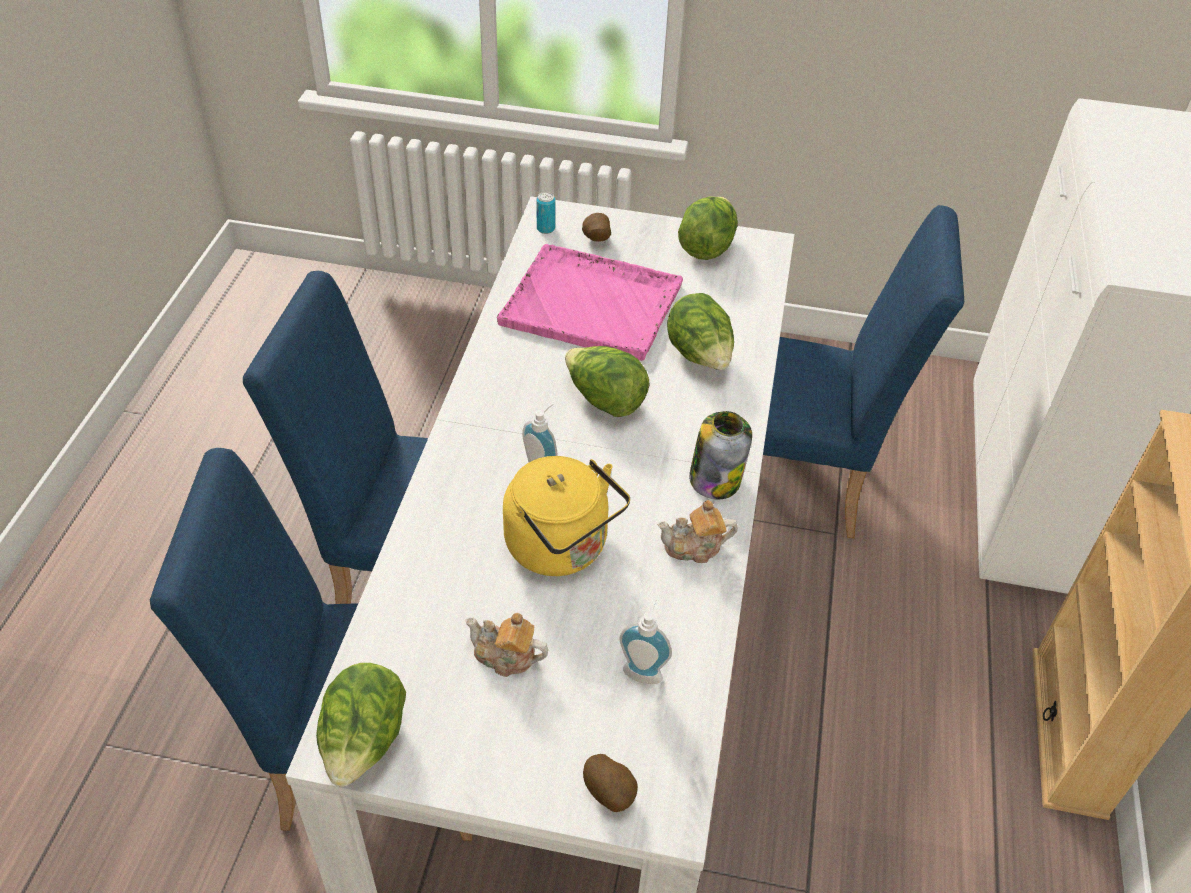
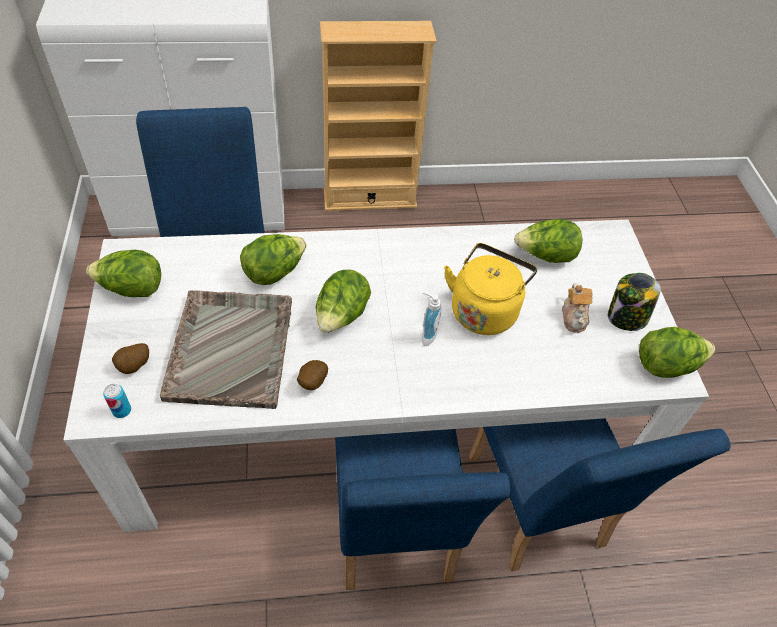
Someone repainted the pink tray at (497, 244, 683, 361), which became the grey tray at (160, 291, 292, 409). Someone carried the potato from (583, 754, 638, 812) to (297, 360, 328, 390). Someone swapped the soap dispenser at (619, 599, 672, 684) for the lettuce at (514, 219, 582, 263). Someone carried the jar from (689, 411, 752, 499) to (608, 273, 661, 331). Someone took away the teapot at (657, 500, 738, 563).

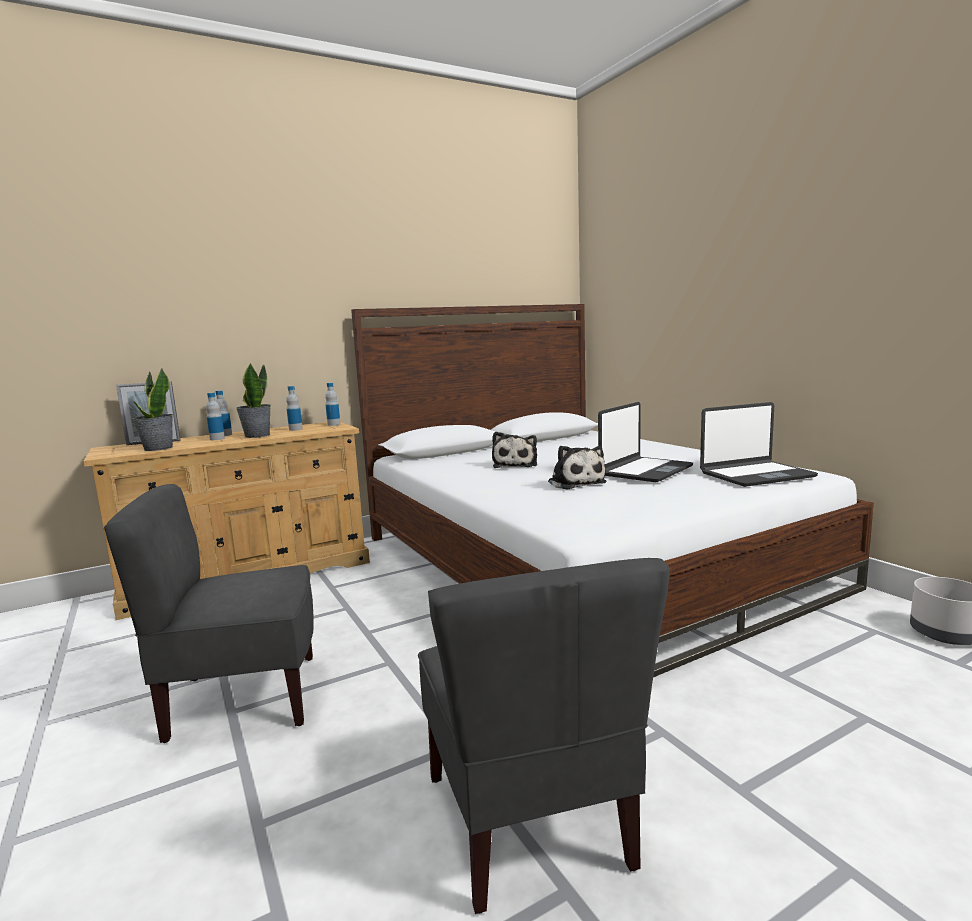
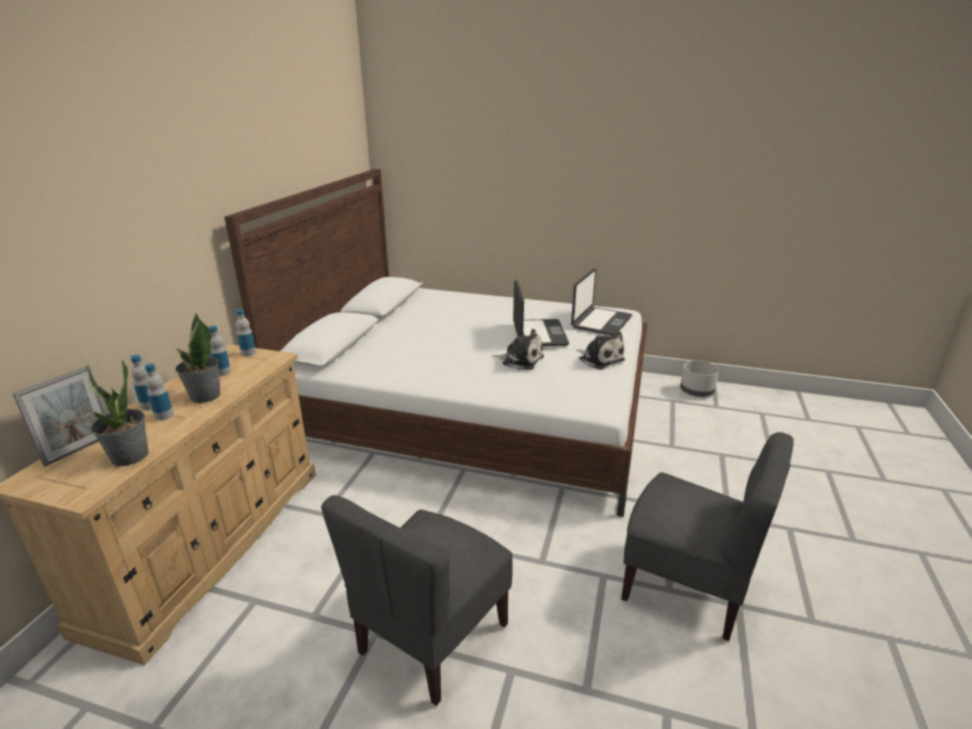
Someone carried the plush toy from (492, 432, 537, 468) to (576, 331, 625, 370).

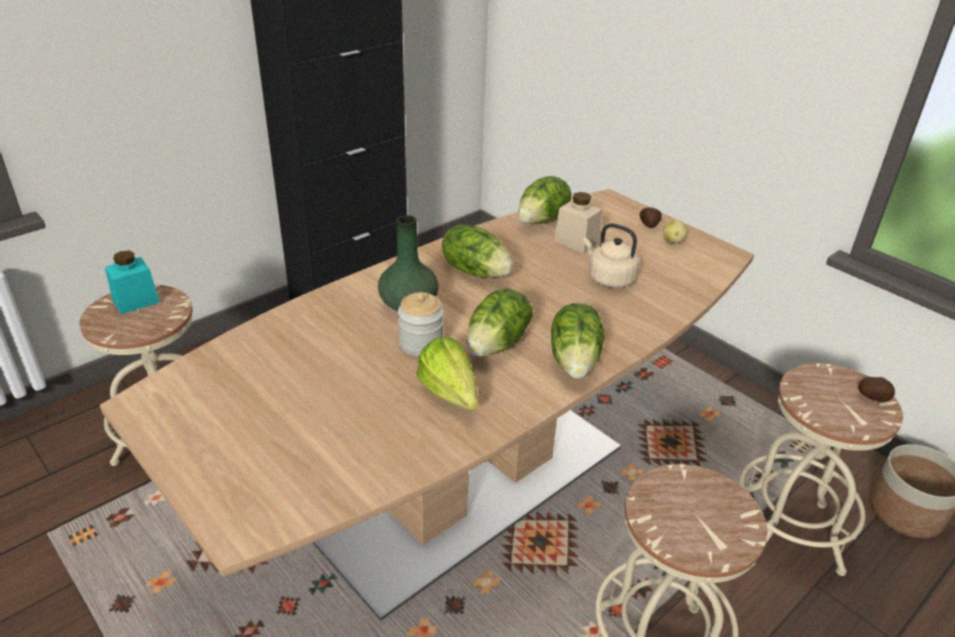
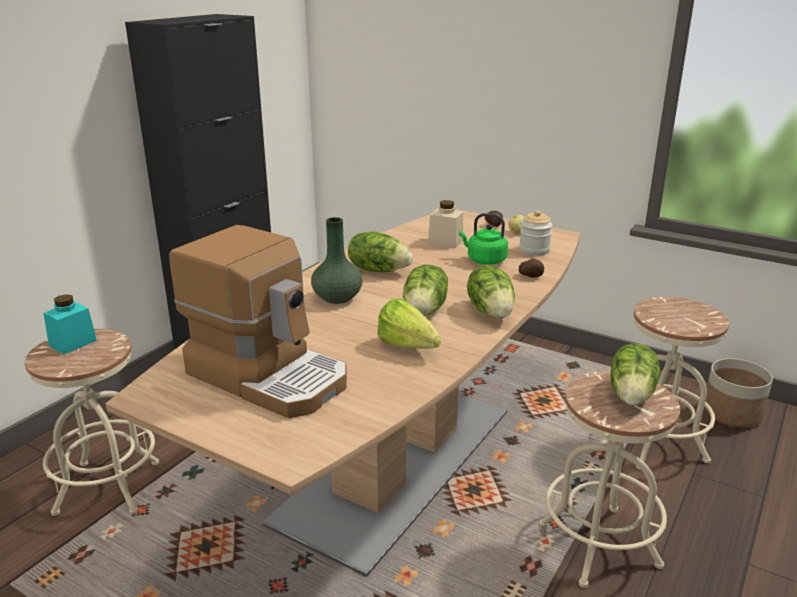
Someone put down the coffee machine at (169, 225, 347, 418). Someone repainted the beige kettle at (583, 223, 639, 288), which became the green kettle at (459, 213, 508, 265). Someone carried the jar from (398, 292, 444, 357) to (519, 210, 553, 255). Someone carried the potato from (858, 377, 895, 402) to (519, 259, 544, 278). Someone carried the lettuce from (518, 176, 571, 224) to (610, 343, 660, 405).

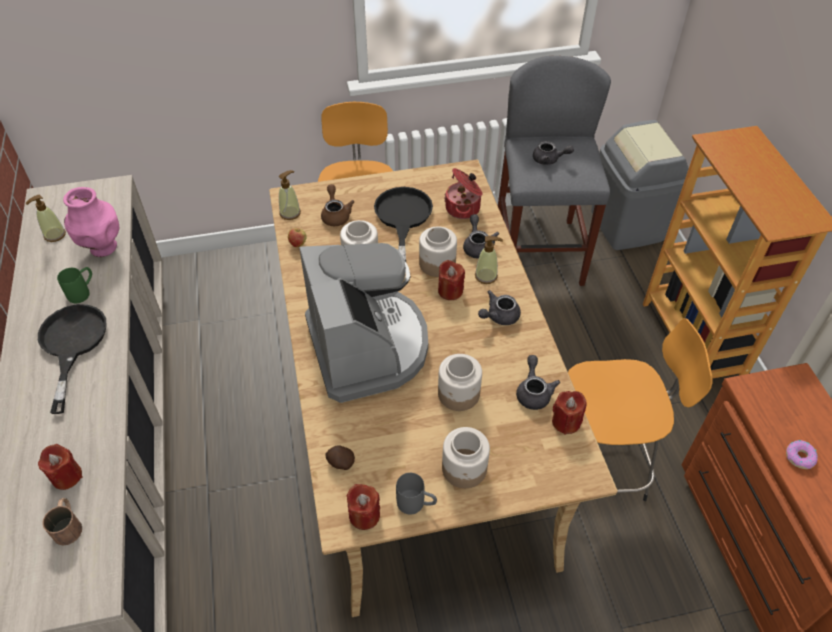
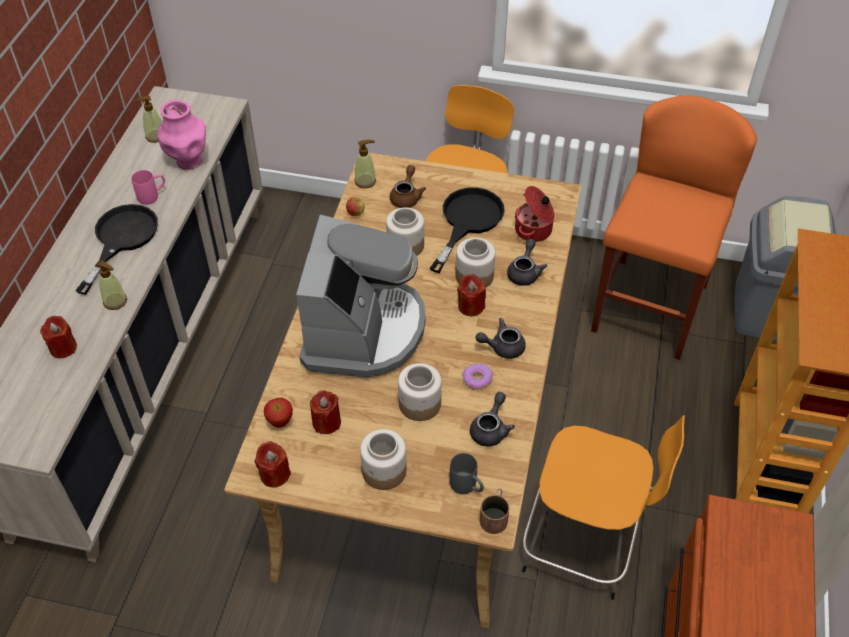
Someone carried the soap dispenser from (475, 236, 503, 284) to (96, 261, 127, 310). Someone repainted the green mug at (57, 267, 92, 303), which became the pink mug at (131, 170, 165, 205). Someone swapped the potato at (326, 446, 355, 470) for the apple at (264, 397, 293, 428). Someone carried the red candle from (552, 391, 587, 435) to (310, 391, 341, 434). Someone carried the grey mug from (396, 473, 437, 515) to (450, 453, 484, 494). Someone carried the donut from (786, 440, 818, 469) to (462, 363, 493, 390). Someone carried the brown mug from (42, 498, 82, 546) to (480, 488, 509, 534). Someone repainted the grey stool at (498, 56, 611, 286), which became the orange stool at (591, 96, 757, 360). Someone took away the grey teapot at (533, 141, 574, 165).

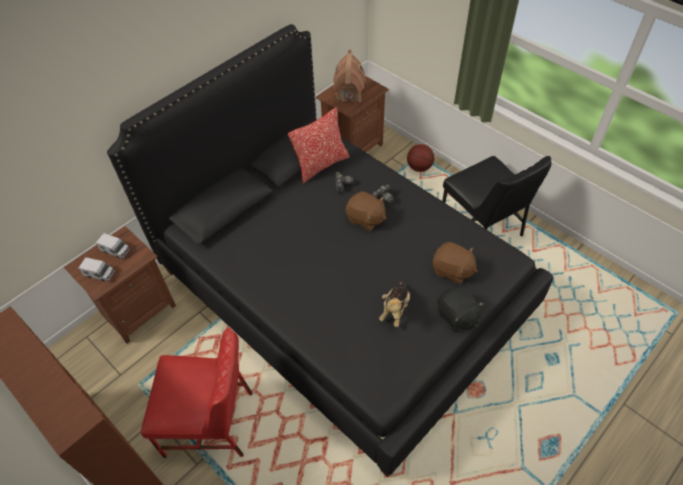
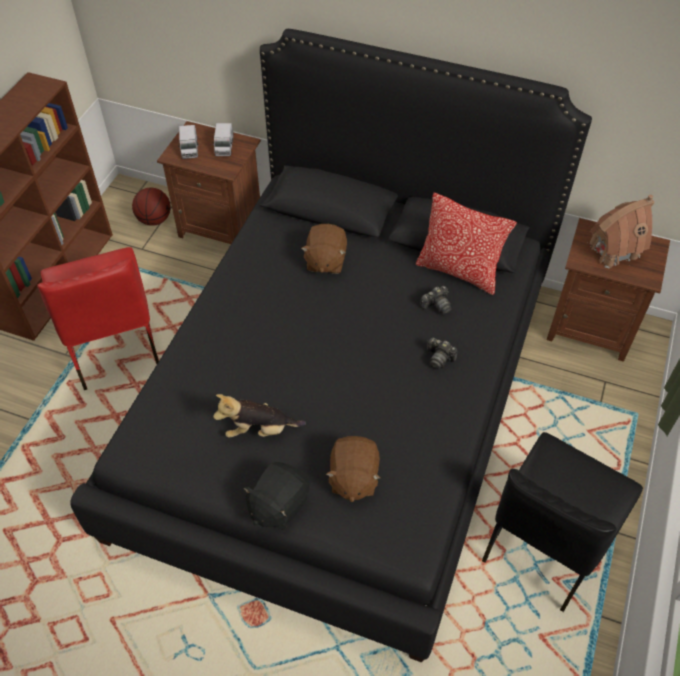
Someone carried the basketball from (407, 144, 434, 172) to (132, 188, 171, 226). Someone carried the brown plush toy from (346, 191, 386, 231) to (301, 224, 347, 274).

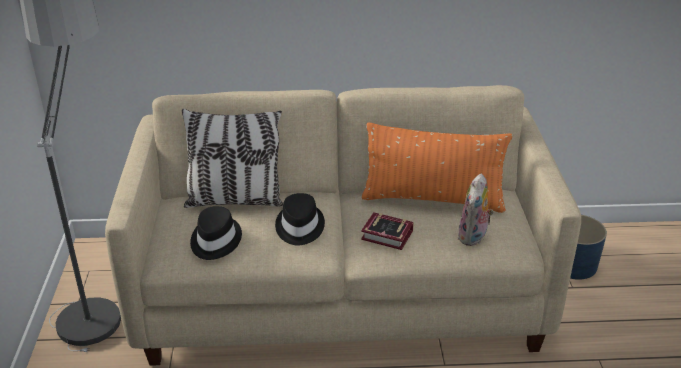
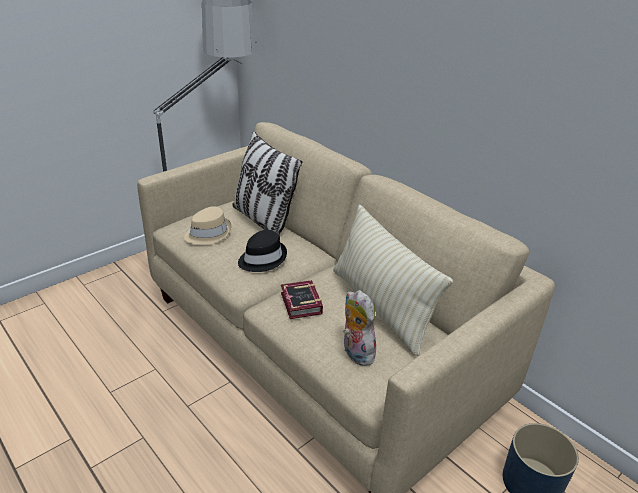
Someone repainted the black hat at (190, 206, 242, 260), which became the beige hat at (184, 206, 231, 245). Someone repainted the orange pillow at (361, 122, 512, 213), which became the beige pillow at (333, 205, 453, 356). Someone rotated the plush toy at (458, 173, 494, 246) by 75 degrees clockwise.

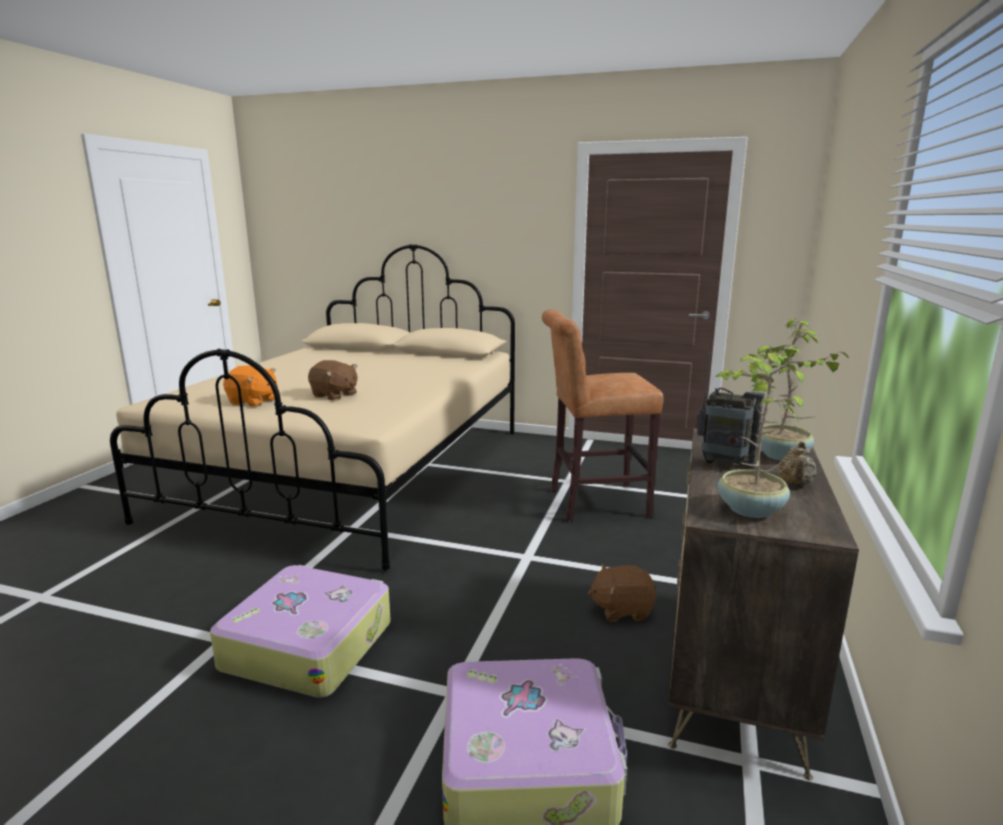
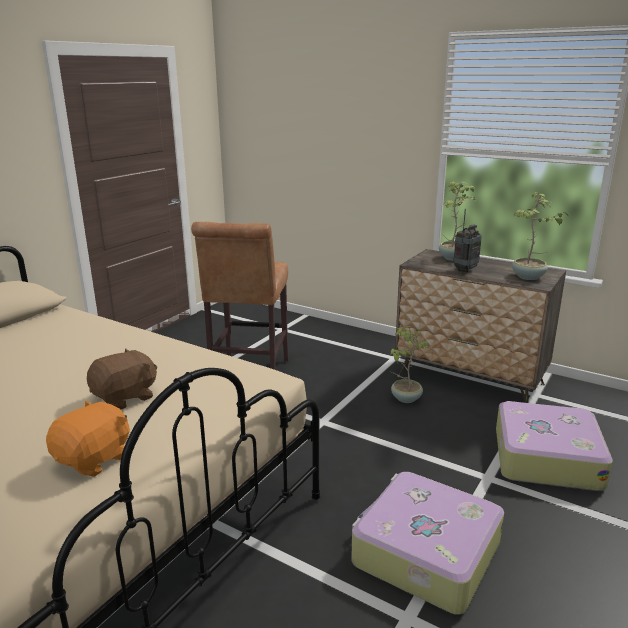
Someone swapped the brown plush toy at (588, 564, 656, 621) for the potted plant at (390, 326, 429, 403). Someone took away the beige teapot at (778, 441, 817, 486).

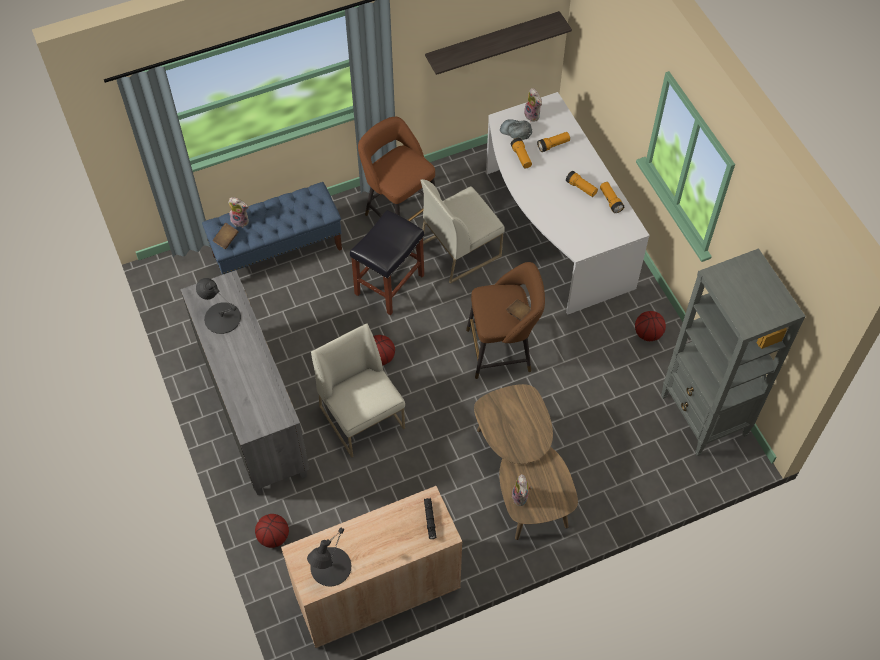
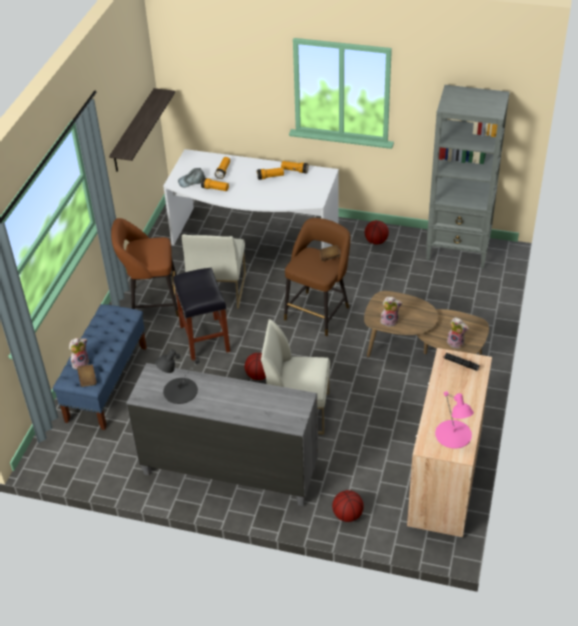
Someone carried the plush toy from (524, 88, 542, 122) to (381, 297, 402, 327). Someone repainted the black table lamp at (307, 528, 351, 586), which became the pink table lamp at (435, 391, 474, 449).

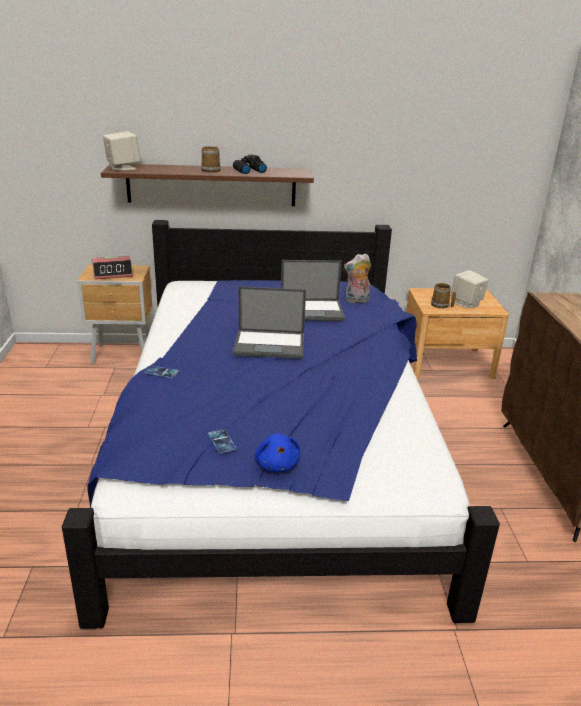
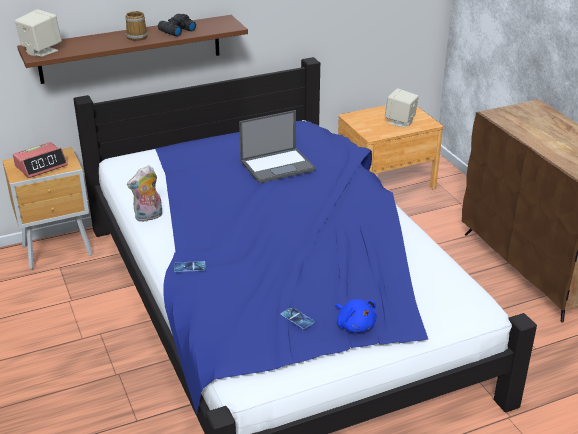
Someone carried the plush toy from (344, 253, 371, 303) to (127, 165, 162, 222). Someone took away the laptop at (233, 286, 306, 359). Someone took away the mug at (431, 283, 456, 308).

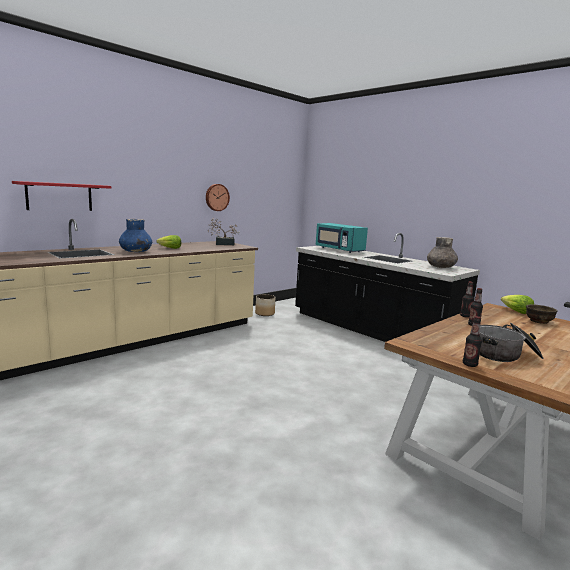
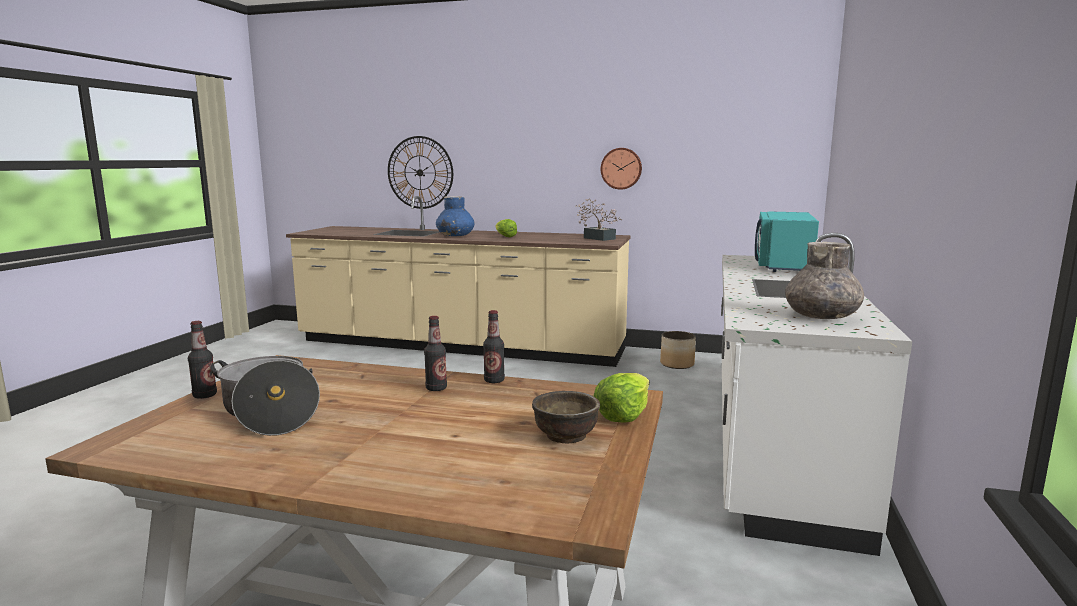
Someone swapped the red shelf at (12, 181, 111, 211) for the wall clock at (388, 136, 453, 209). Someone repainted the black counter at (295, 233, 480, 342), which became the white counter at (721, 233, 912, 556).

